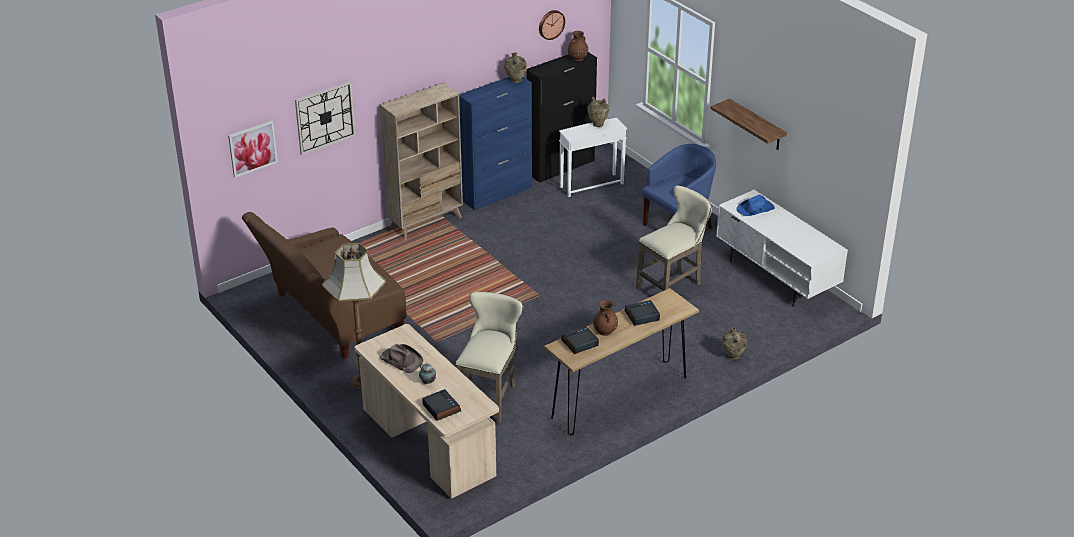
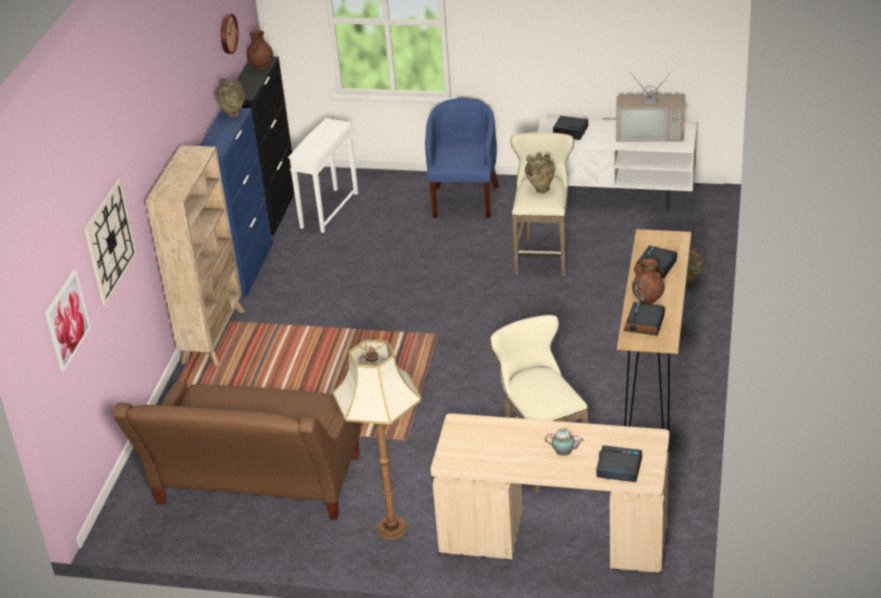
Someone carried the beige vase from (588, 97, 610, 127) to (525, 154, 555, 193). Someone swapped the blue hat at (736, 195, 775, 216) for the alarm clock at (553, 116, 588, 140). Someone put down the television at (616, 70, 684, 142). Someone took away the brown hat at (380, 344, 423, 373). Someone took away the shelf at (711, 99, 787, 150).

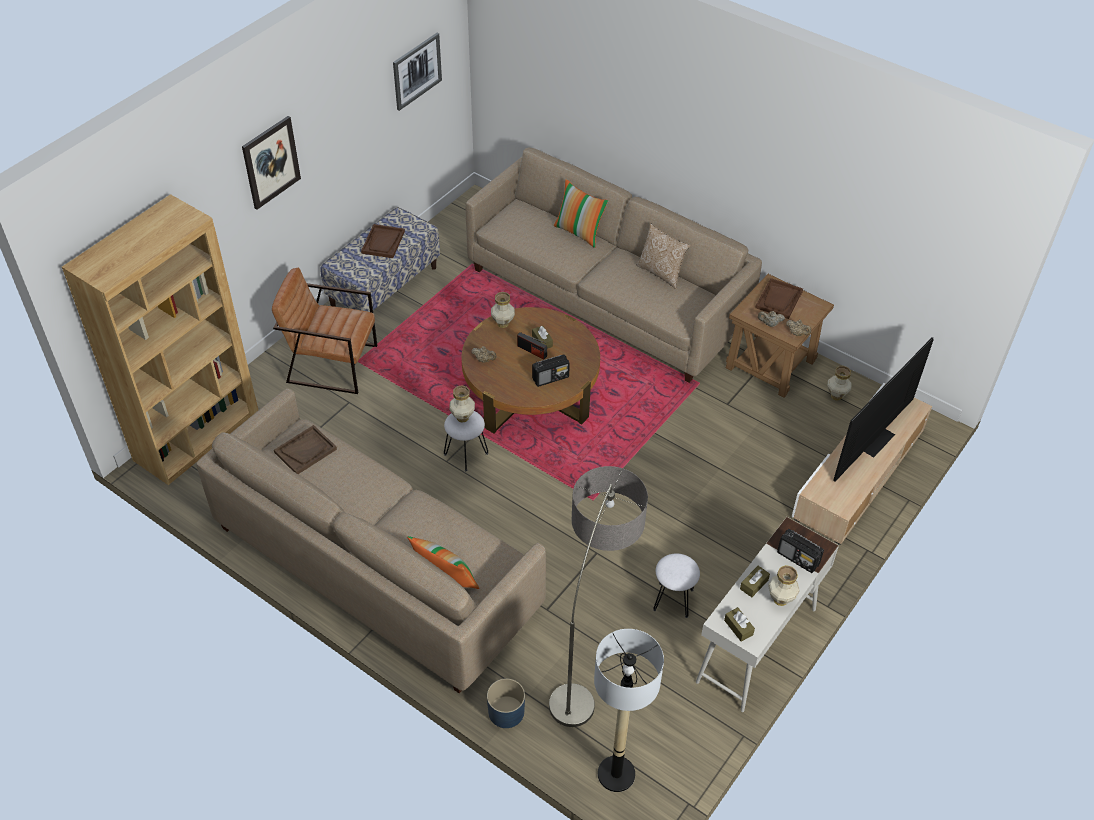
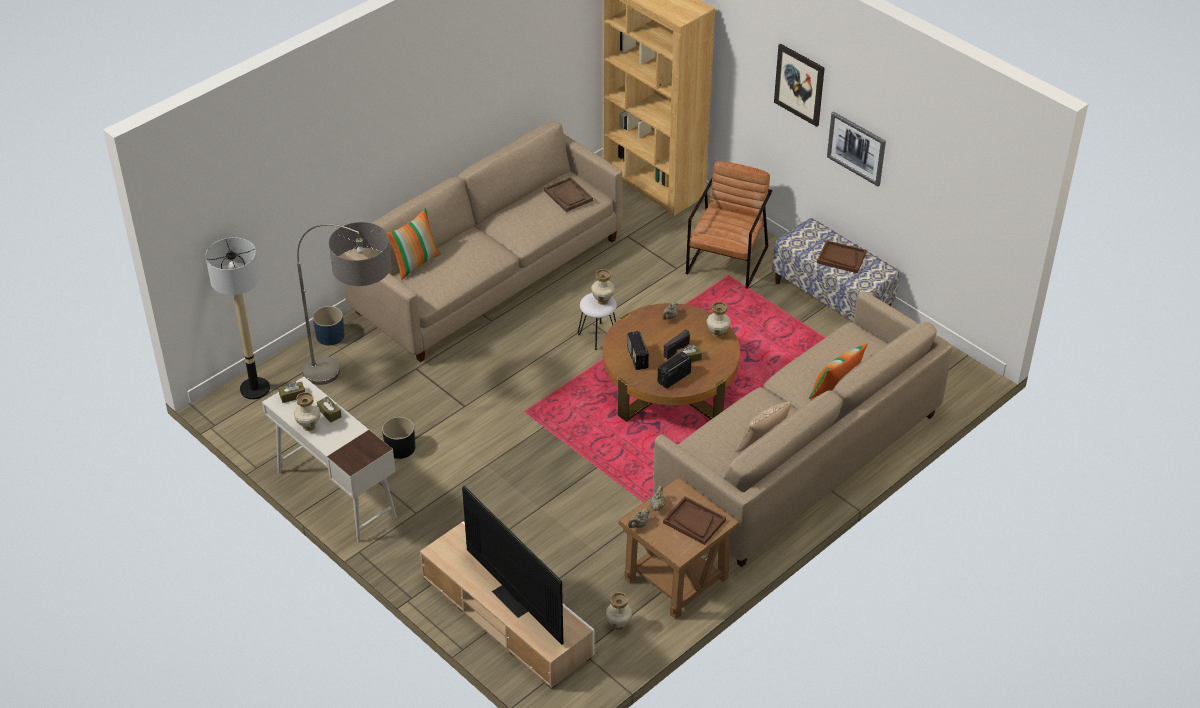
Someone swapped the white stool at (653, 553, 700, 618) for the black planter at (382, 417, 415, 459). Someone carried the radio from (777, 529, 824, 573) to (657, 351, 692, 389). Someone carried the picture from (393, 33, 442, 111) to (827, 111, 886, 186).

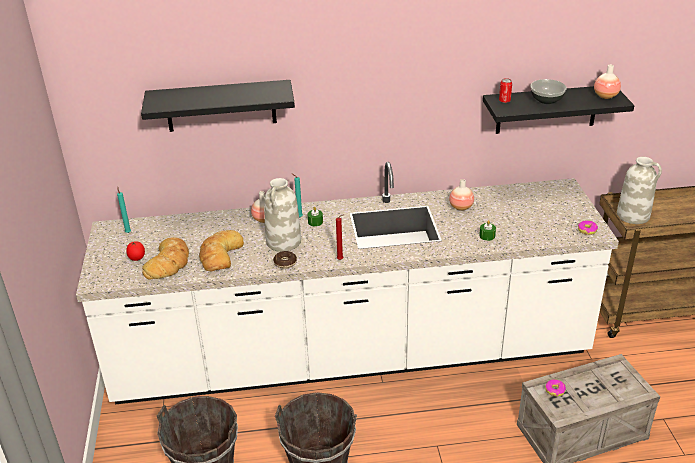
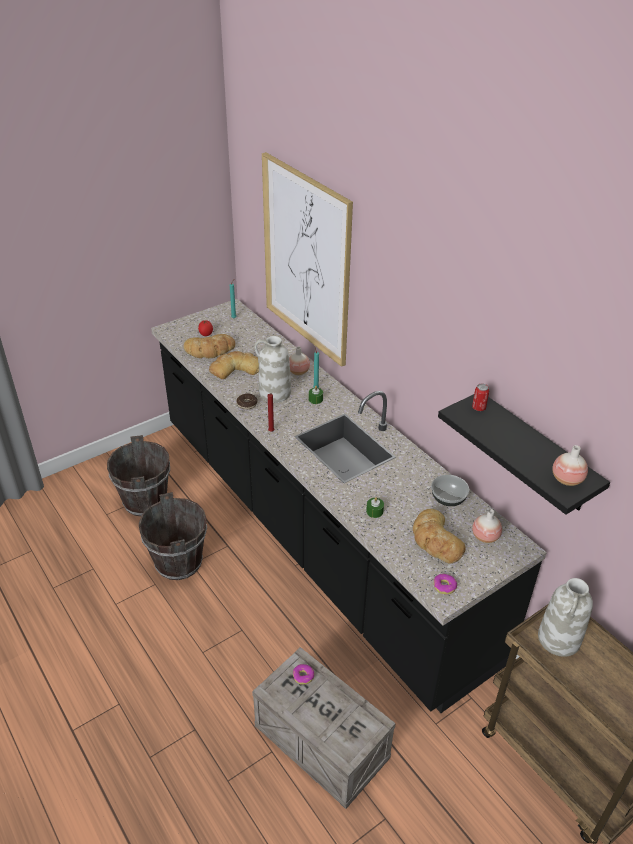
Someone repainted the white counter at (76, 162, 619, 404), which became the black counter at (151, 299, 547, 713). Someone swapped the black shelf at (141, 80, 295, 132) for the picture at (262, 152, 353, 367). Someone put down the bread at (413, 509, 466, 563). Someone carried the bowl from (530, 79, 567, 104) to (431, 475, 469, 506). Someone carried the vase from (449, 179, 474, 211) to (472, 509, 502, 543).

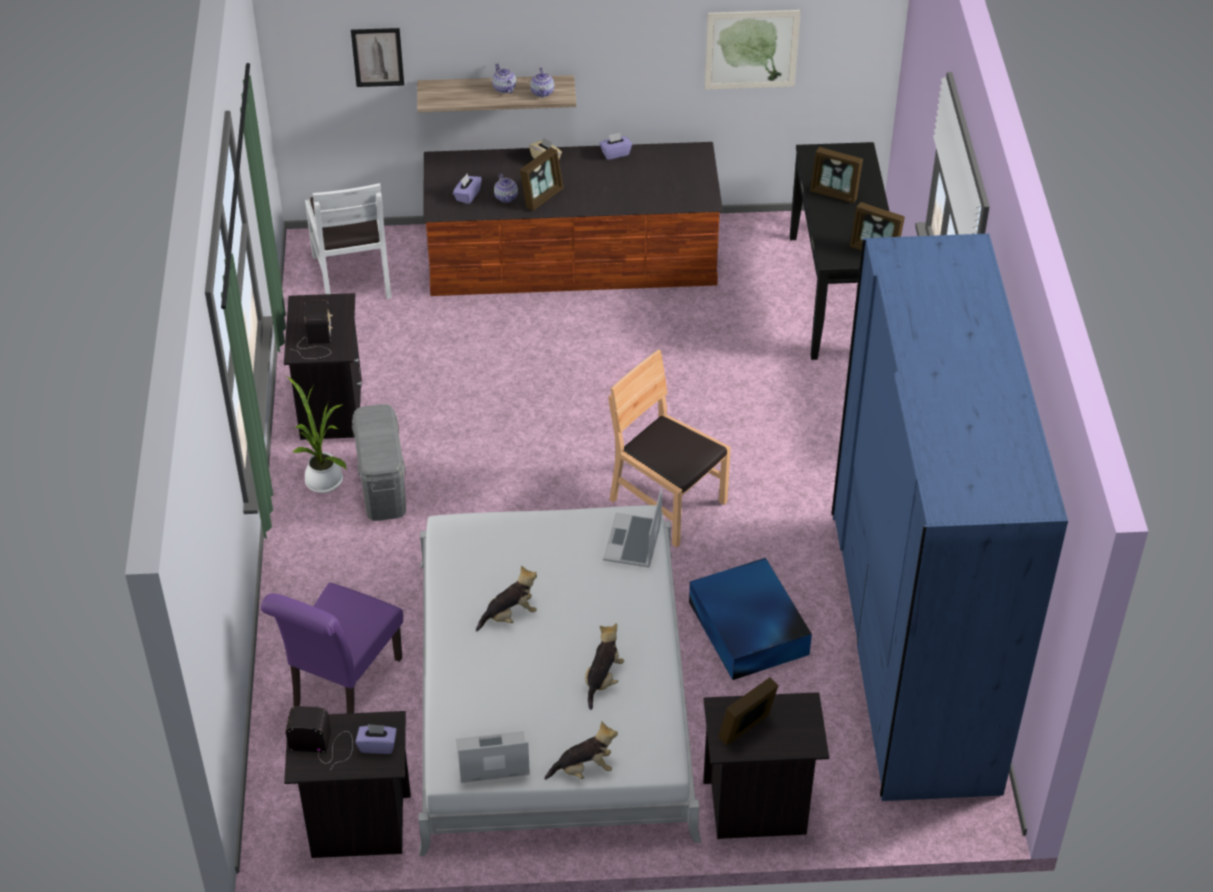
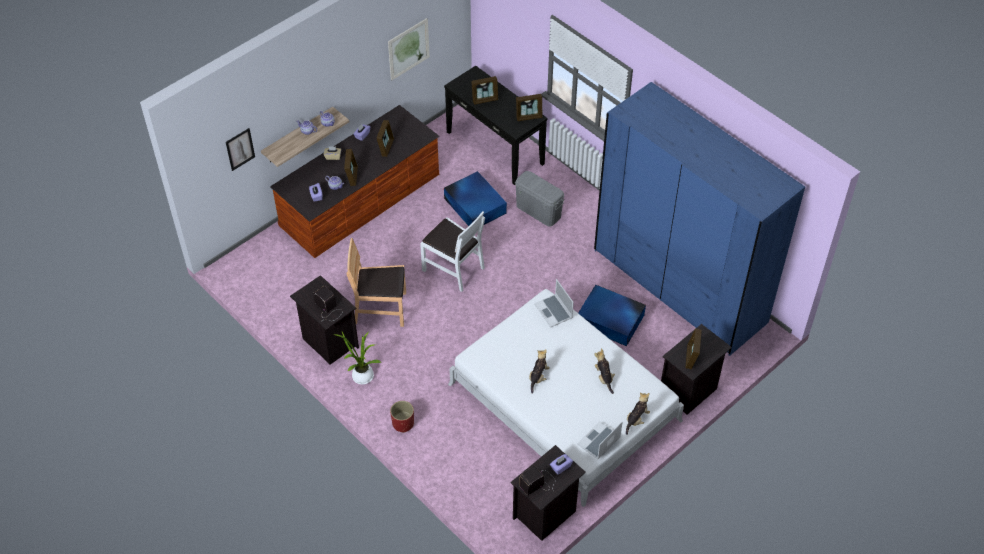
Someone carried the brown chair from (608, 349, 731, 548) to (347, 238, 406, 327). Someone put down the picture frame at (376, 120, 394, 157). Someone put down the red planter at (390, 401, 414, 433). Someone carried the white chair from (305, 183, 392, 299) to (420, 211, 485, 292). Someone put down the blue storage box at (444, 171, 507, 226). Someone carried the grey storage box from (352, 404, 406, 521) to (515, 171, 565, 226). Someone took away the purple chair at (261, 583, 403, 713).

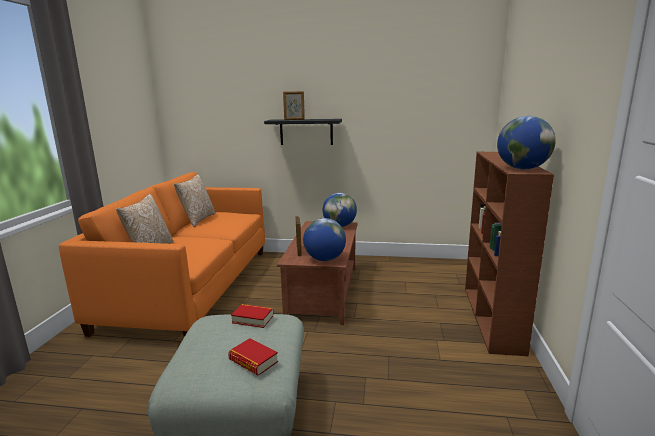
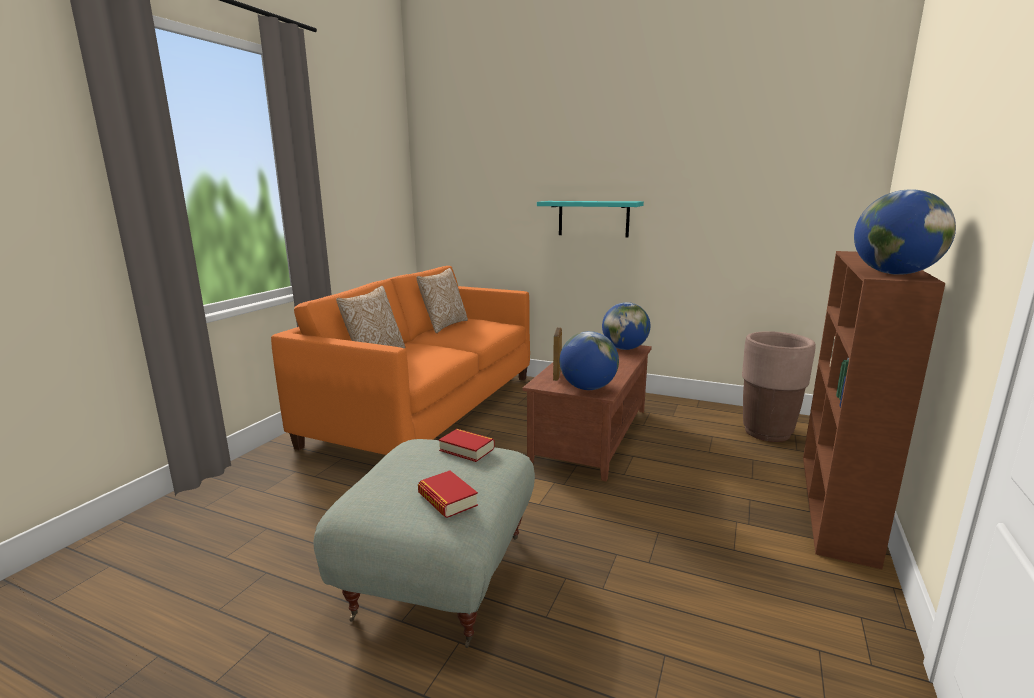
Someone repainted the black shelf at (264, 119, 342, 145), which became the turquoise shelf at (537, 201, 644, 237). Someone put down the brown planter at (742, 331, 816, 442). Someone took away the picture frame at (283, 91, 305, 120).

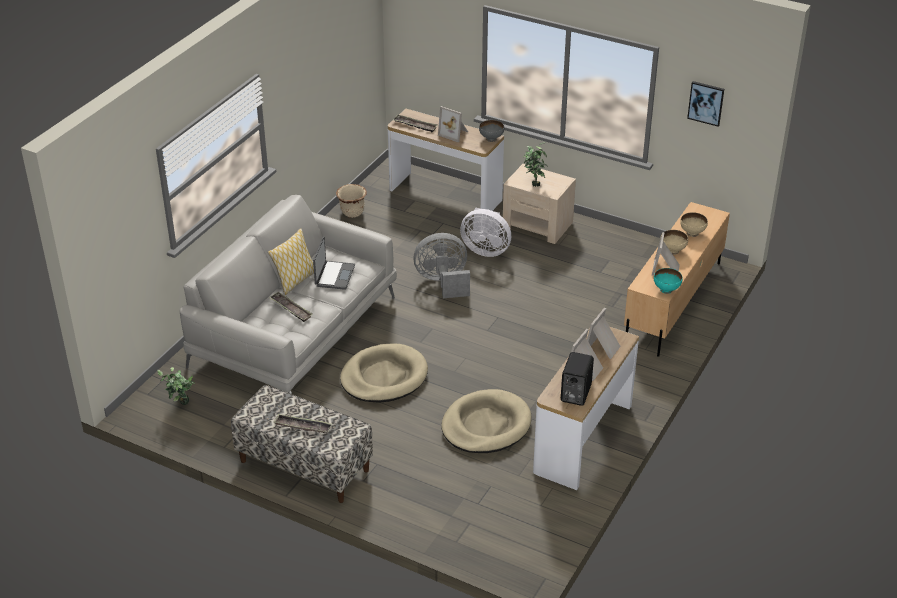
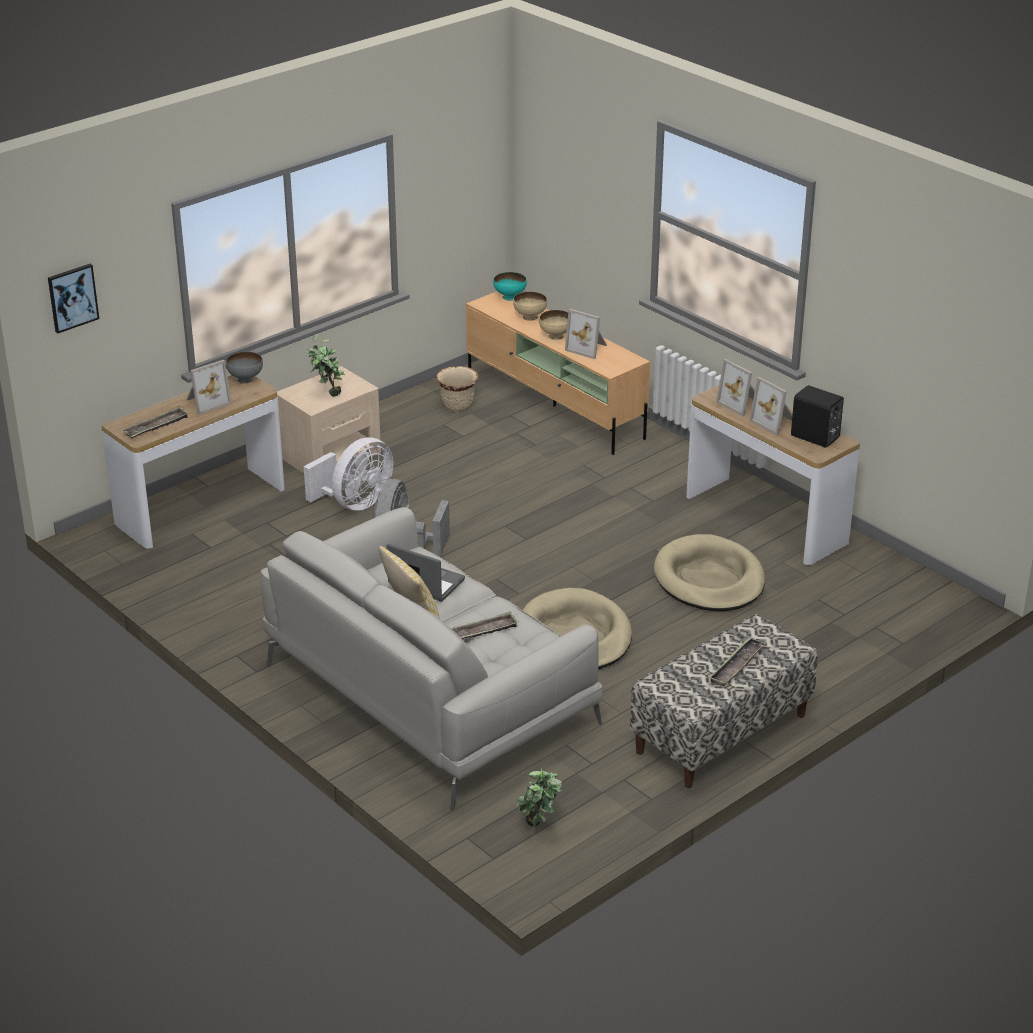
Someone carried the picture from (687, 81, 724, 127) to (48, 264, 99, 333). Someone carried the beige planter from (336, 184, 367, 218) to (436, 366, 479, 412). Someone carried the turquoise bowl from (654, 268, 683, 294) to (493, 272, 527, 301).

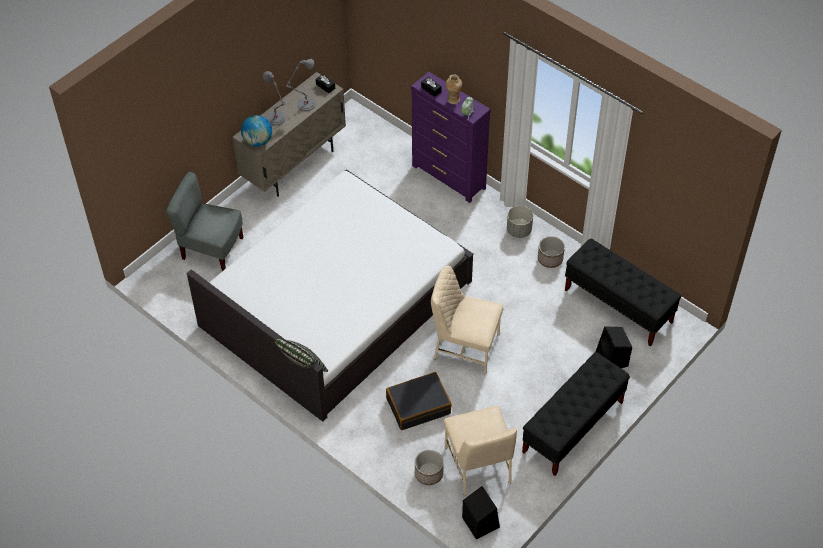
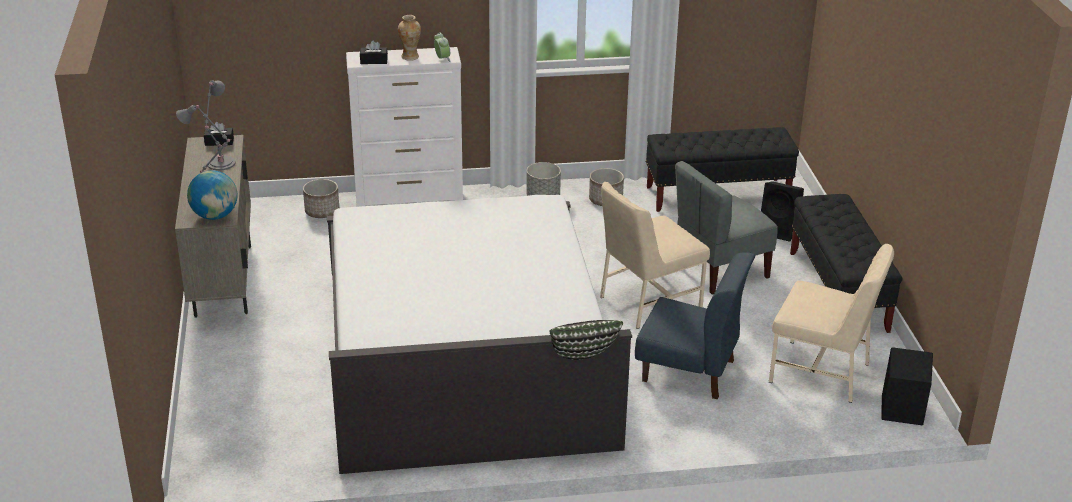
Someone carried the planter from (415, 450, 444, 485) to (303, 179, 339, 218). Someone repainted the purple dresser at (411, 72, 491, 203), which became the white dresser at (346, 47, 463, 207). Someone swapped the black suitcase at (386, 372, 452, 430) for the blue chair at (635, 253, 755, 399). Someone carried the grey chair from (166, 172, 243, 271) to (675, 161, 778, 294).

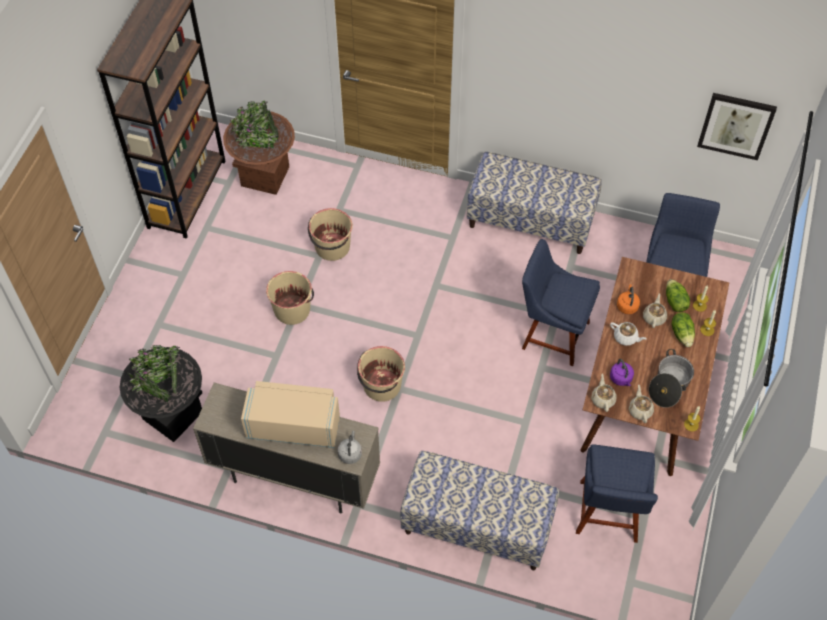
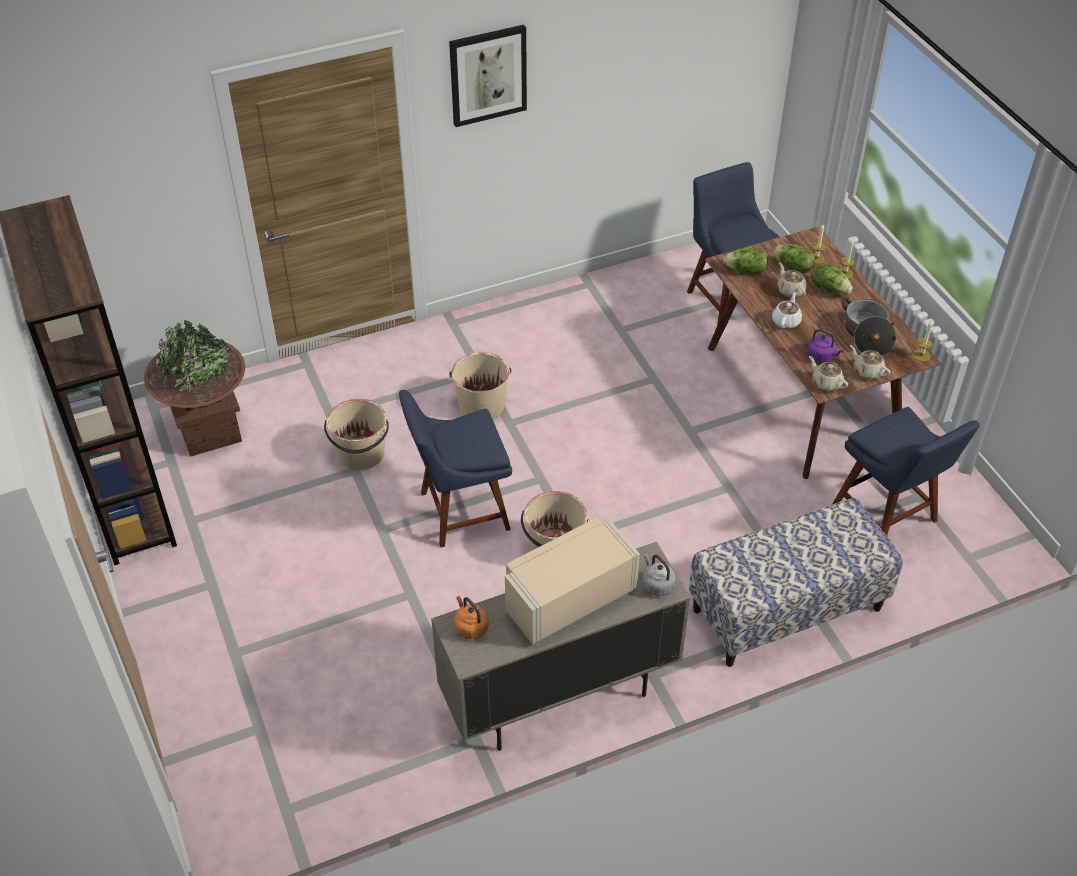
Someone carried the blue chair from (522, 239, 600, 366) to (399, 390, 512, 548). Someone carried the picture from (697, 93, 777, 160) to (449, 25, 527, 127). Someone carried the beige bucket from (266, 271, 314, 325) to (449, 352, 511, 419). Someone carried the orange kettle from (617, 284, 640, 314) to (454, 596, 489, 639). Someone put down the lettuce at (723, 248, 768, 274). Someone rotated the white teapot at (610, 322, 647, 346) by 60 degrees counterclockwise. Someone took away the black planter at (120, 345, 202, 442). Someone took away the bench at (467, 152, 602, 254).

